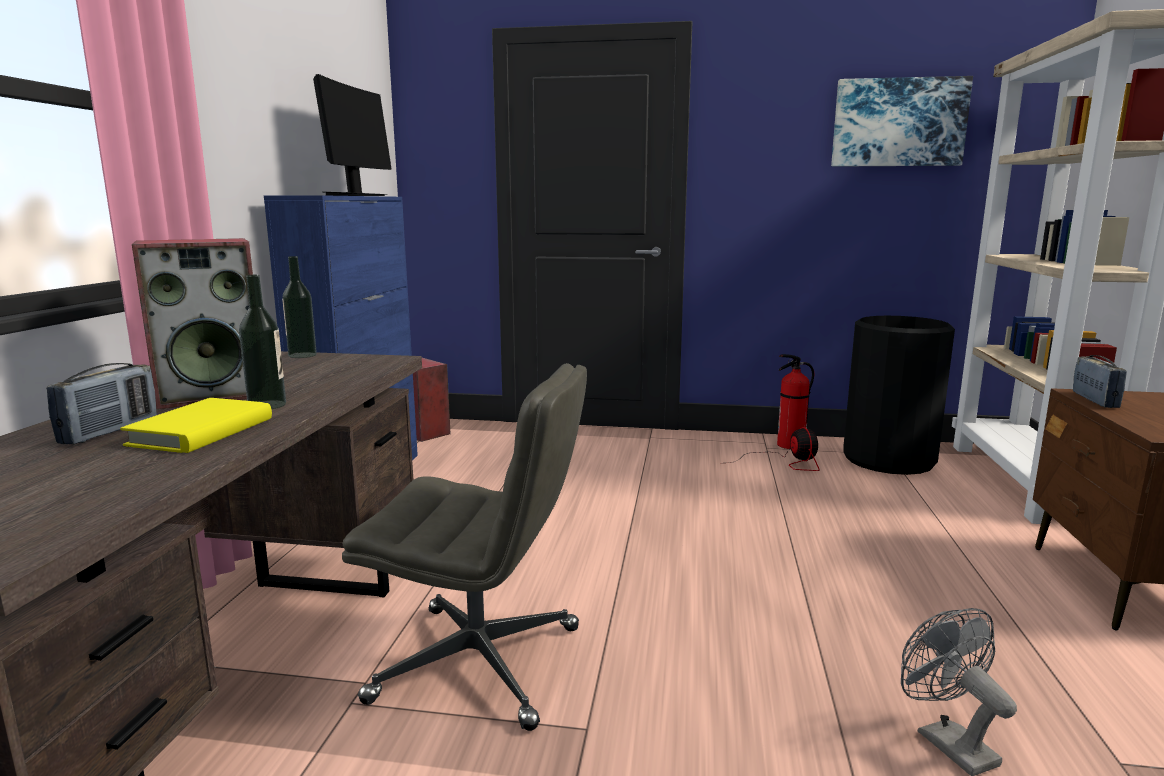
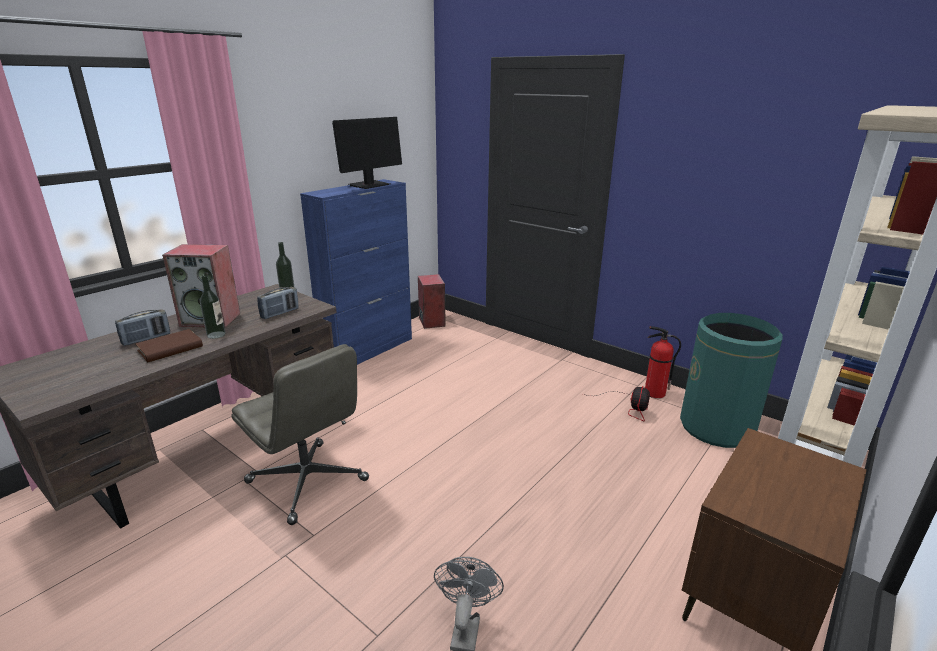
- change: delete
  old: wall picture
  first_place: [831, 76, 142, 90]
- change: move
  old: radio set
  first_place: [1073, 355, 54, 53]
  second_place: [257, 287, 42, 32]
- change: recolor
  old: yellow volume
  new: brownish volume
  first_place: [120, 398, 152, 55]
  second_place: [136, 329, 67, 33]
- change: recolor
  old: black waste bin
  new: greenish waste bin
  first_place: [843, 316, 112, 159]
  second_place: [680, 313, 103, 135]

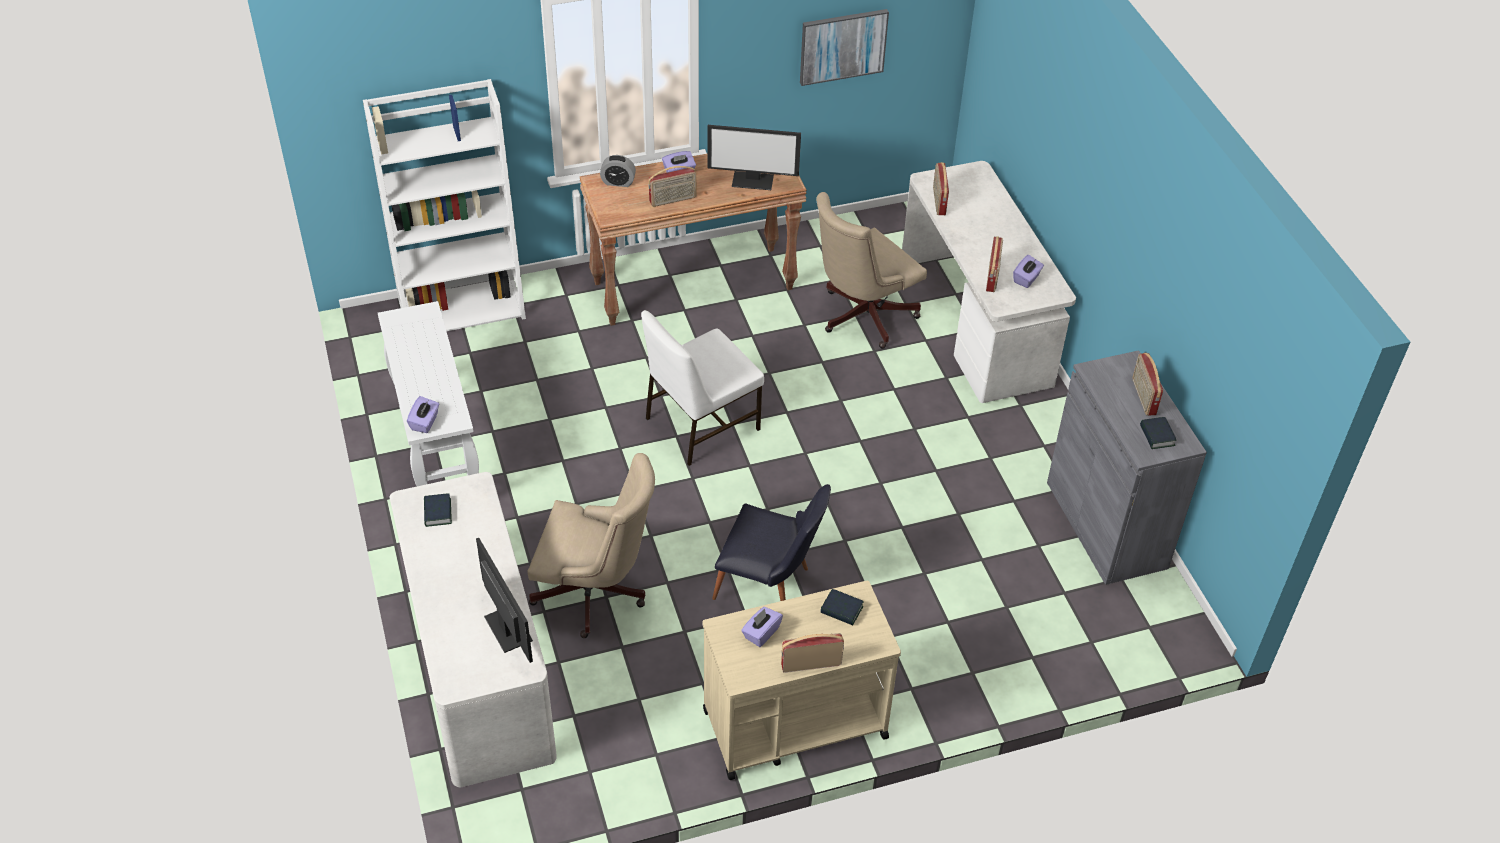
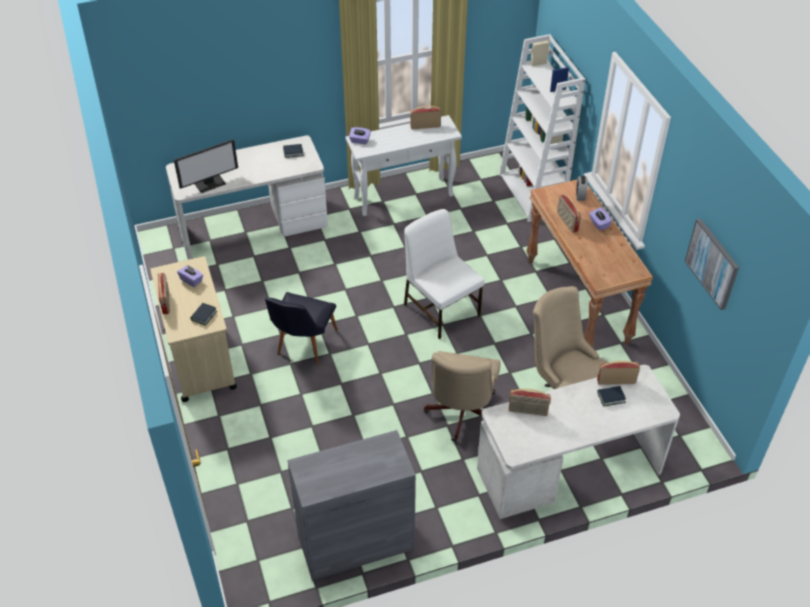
- change: delete
  old: computer screen
  first_place: [707, 125, 94, 65]
- change: delete
  old: purple-coloured box of tissues
  first_place: [1013, 255, 31, 33]
- change: move
  old: beige-coloured computer chair
  first_place: [527, 453, 128, 185]
  second_place: [424, 351, 77, 91]
- change: move
  old: radio set
  first_place: [1132, 353, 31, 63]
  second_place: [410, 106, 32, 24]
- change: move
  old: volume
  first_place: [1140, 417, 36, 32]
  second_place: [597, 386, 29, 20]

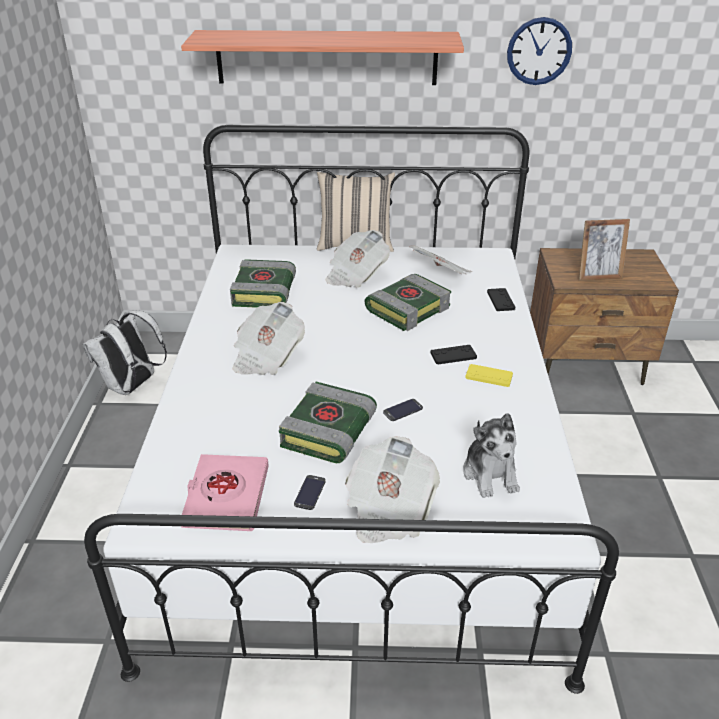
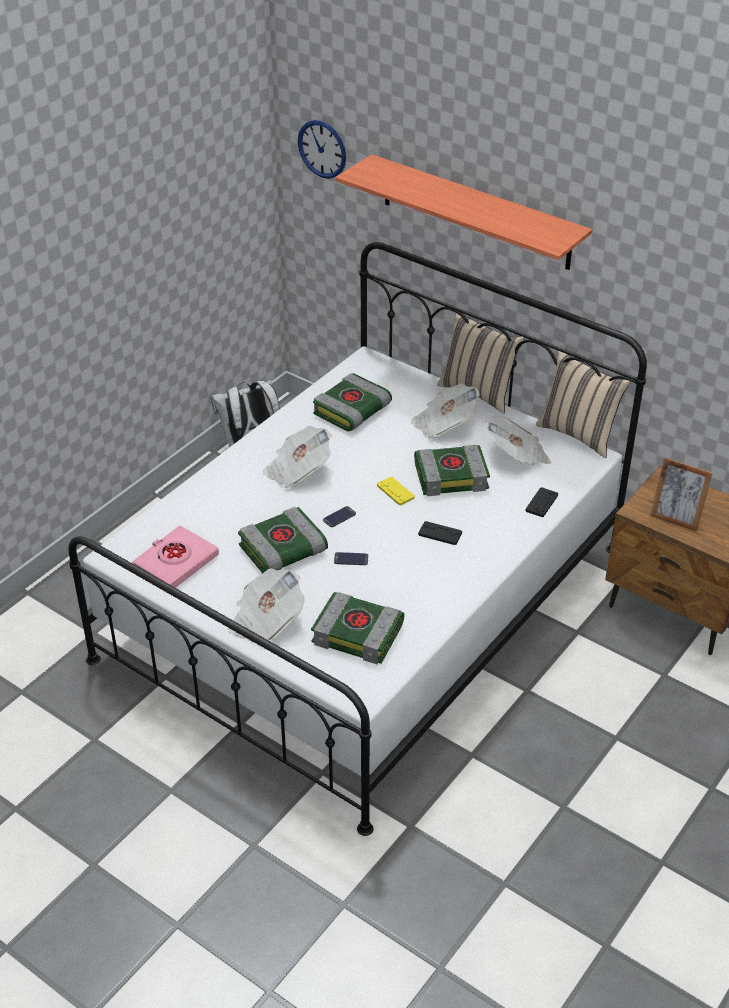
- change: insert
  new: beige-coloured throw pillow
  second_place: [536, 351, 95, 107]
- change: move
  old: handset
  first_place: [294, 475, 32, 35]
  second_place: [323, 506, 33, 21]
- change: move
  old: yellow gamepad
  first_place: [465, 364, 48, 23]
  second_place: [377, 477, 38, 29]
- change: move
  old: hanging clock
  first_place: [507, 17, 65, 68]
  second_place: [298, 120, 48, 59]
- change: replace
  old: plush toy
  new: volume
  first_place: [463, 413, 57, 85]
  second_place: [311, 592, 93, 72]

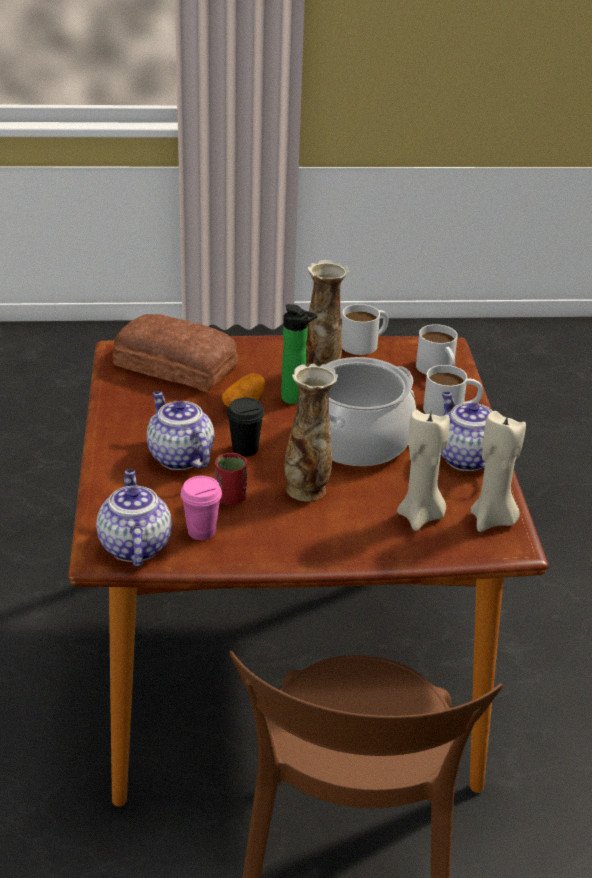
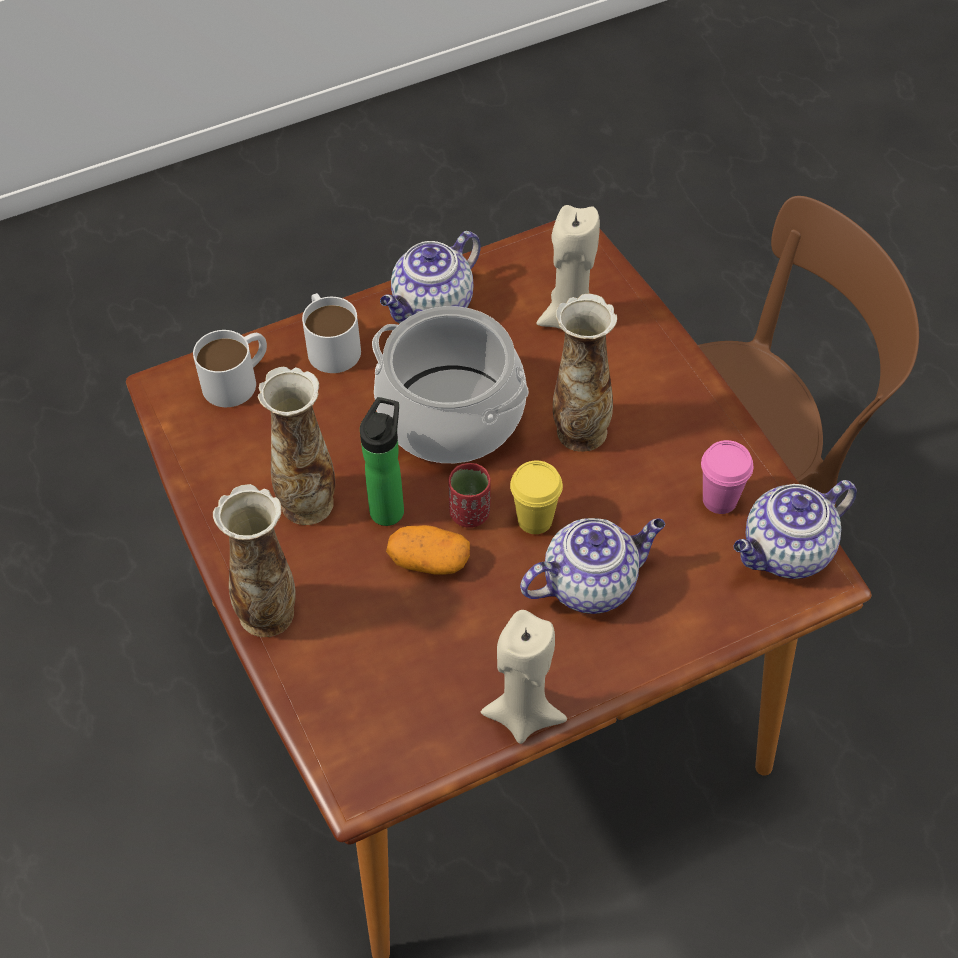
- change: delete
  old: bread
  first_place: [113, 314, 125, 78]
- change: delete
  old: whitish tea mug
  first_place: [341, 304, 48, 51]
- change: insert
  new: flower vase
  second_place: [213, 484, 83, 153]
- change: move
  old: red drinking cup
  first_place: [215, 453, 32, 52]
  second_place: [448, 462, 43, 66]
- change: move
  old: beige-coloured wax candle
  first_place: [470, 411, 56, 121]
  second_place: [481, 610, 86, 134]
- change: recolor
  old: black drinking cup
  new: yellow drinking cup
  first_place: [227, 397, 38, 60]
  second_place: [510, 460, 53, 74]
- change: rotate
  old: teapot
  first_place: [147, 391, 67, 79]
  second_place: [520, 518, 145, 96]
  degrees: -150

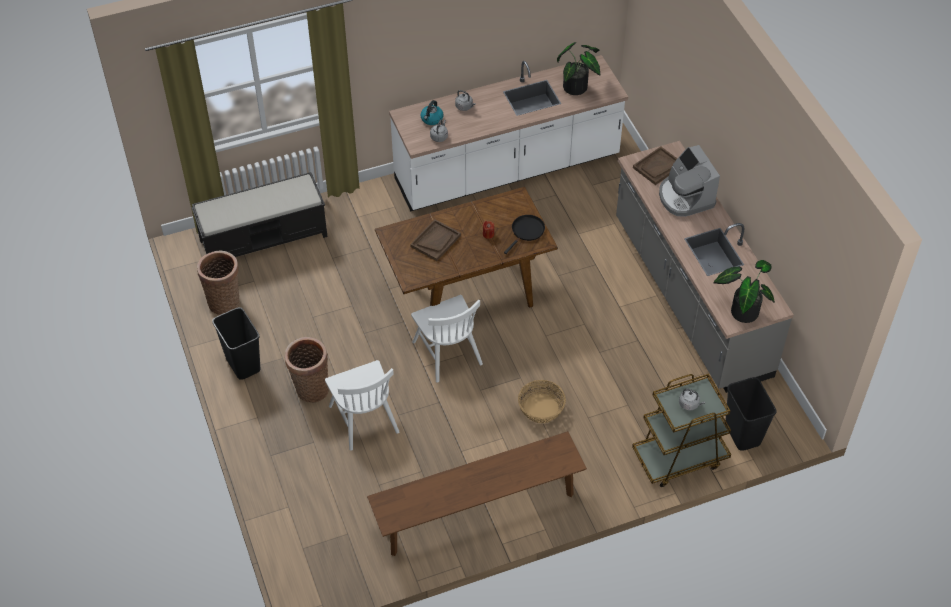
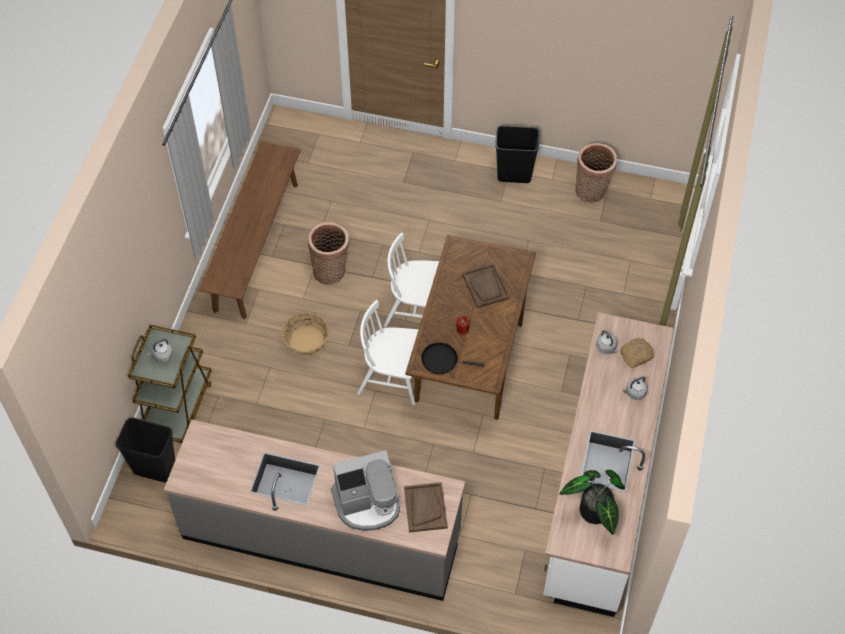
- change: delete
  old: black long seat
  first_place: [191, 172, 136, 85]
- change: delete
  old: plant in a pot
  first_place: [713, 260, 62, 63]
- change: move
  old: household basket
  first_place: [285, 337, 44, 66]
  second_place: [308, 222, 41, 63]
- change: move
  old: whitish upright chair
  first_place: [325, 360, 74, 91]
  second_place: [357, 300, 62, 105]
- change: replace
  old: tea kettle
  new: bread
  first_place: [420, 100, 24, 25]
  second_place: [620, 338, 34, 30]
- change: rotate
  old: black frying pan
  first_place: [504, 215, 41, 39]
  second_place: [421, 342, 63, 32]
  degrees: 120
- change: rotate
  old: coffee machine
  first_place: [659, 145, 61, 72]
  second_place: [331, 450, 69, 81]
  degrees: 150

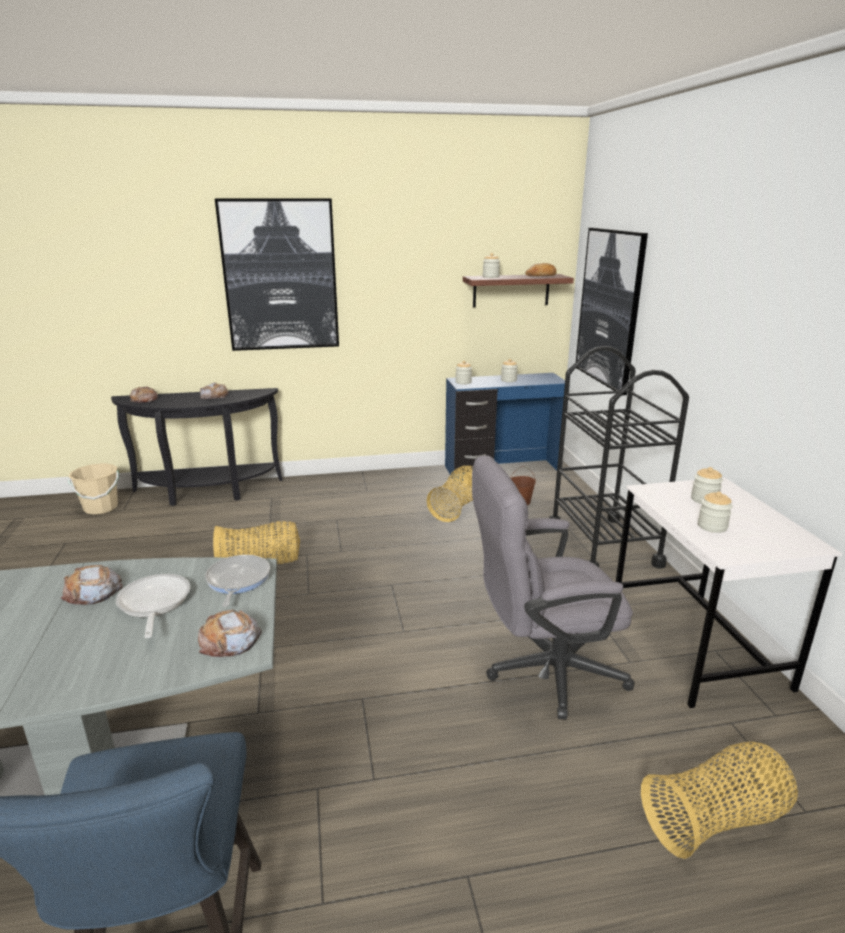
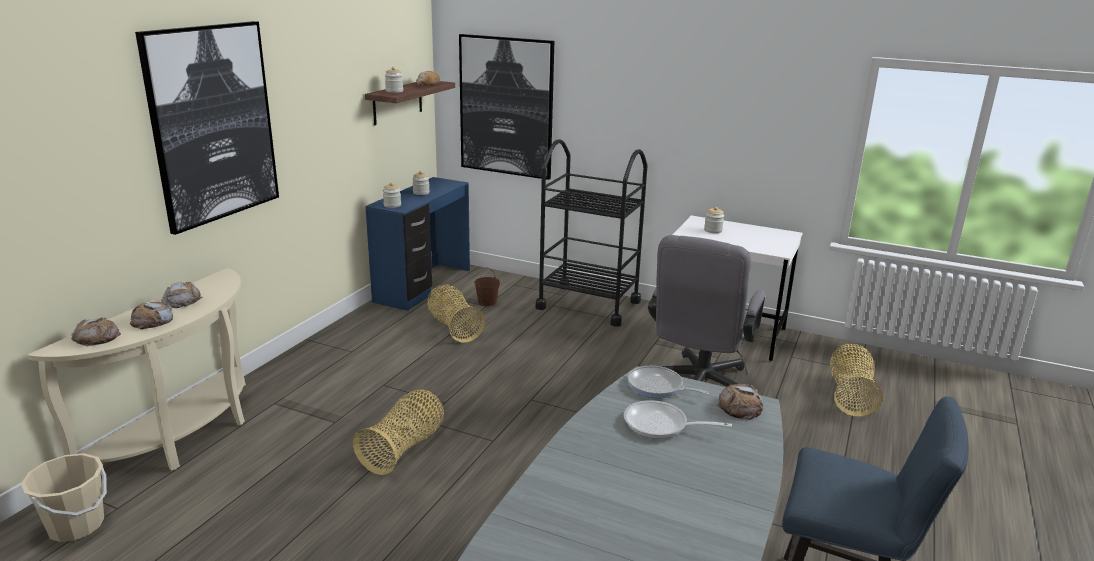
- change: delete
  old: jar
  first_place: [698, 491, 35, 42]
- change: move
  old: bread
  first_place: [61, 565, 62, 40]
  second_place: [130, 302, 43, 27]
- change: recolor
  old: black console table
  new: beige-coloured console table
  first_place: [111, 388, 171, 118]
  second_place: [27, 268, 219, 203]

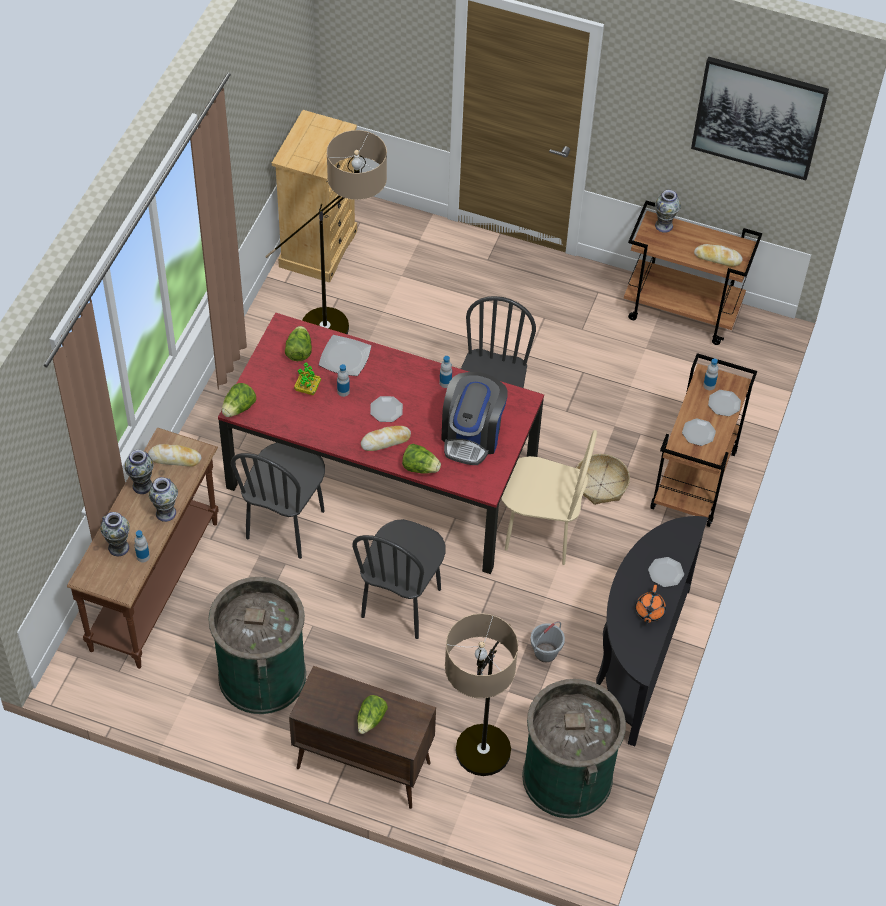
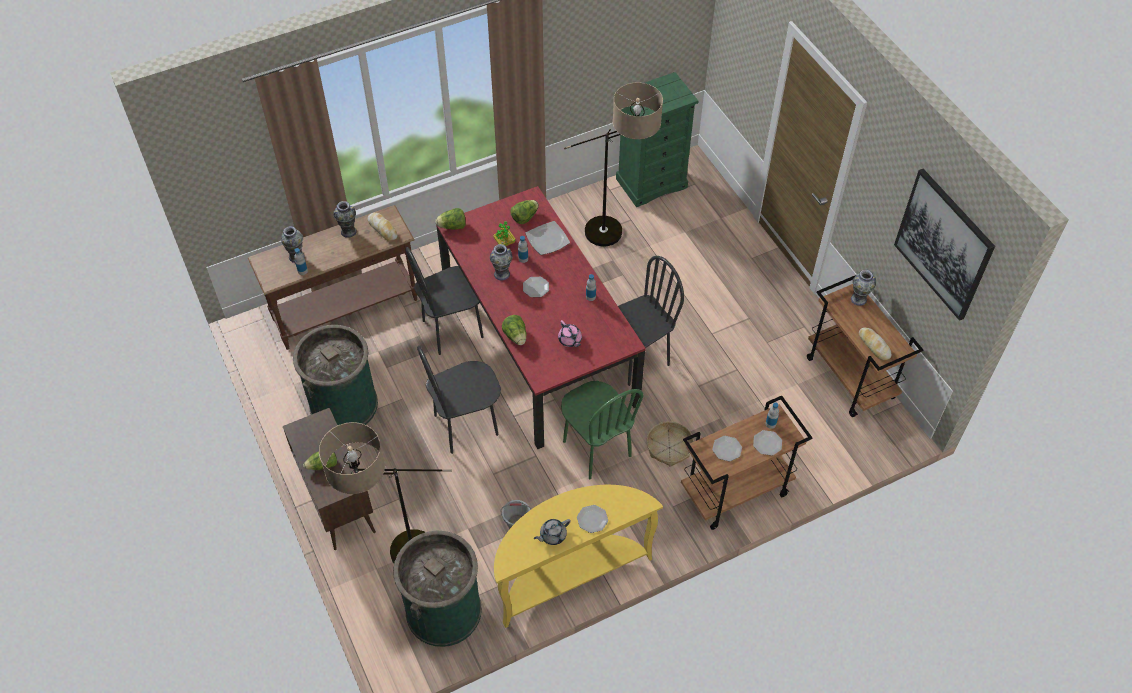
- change: delete
  old: bread
  first_place: [361, 426, 50, 25]
- change: move
  old: flower vase
  first_place: [149, 477, 29, 45]
  second_place: [490, 244, 23, 37]
- change: replace
  old: coffee machine
  new: pink teapot
  first_place: [441, 372, 67, 93]
  second_place: [558, 320, 24, 27]
- change: recolor
  old: beige-coloured drawer chest
  new: greenish drawer chest
  first_place: [272, 110, 85, 173]
  second_place: [616, 72, 82, 135]
- change: recolor
  old: beige-coloured upright chair
  new: greenish upright chair
  first_place: [501, 430, 96, 135]
  second_place: [561, 381, 82, 98]
- change: recolor
  old: black console table
  new: yellow console table
  first_place: [596, 516, 112, 230]
  second_place: [494, 485, 169, 143]
- change: recolor
  old: orange teapot
  new: gray teapot
  first_place: [635, 585, 31, 38]
  second_place: [534, 519, 37, 26]

